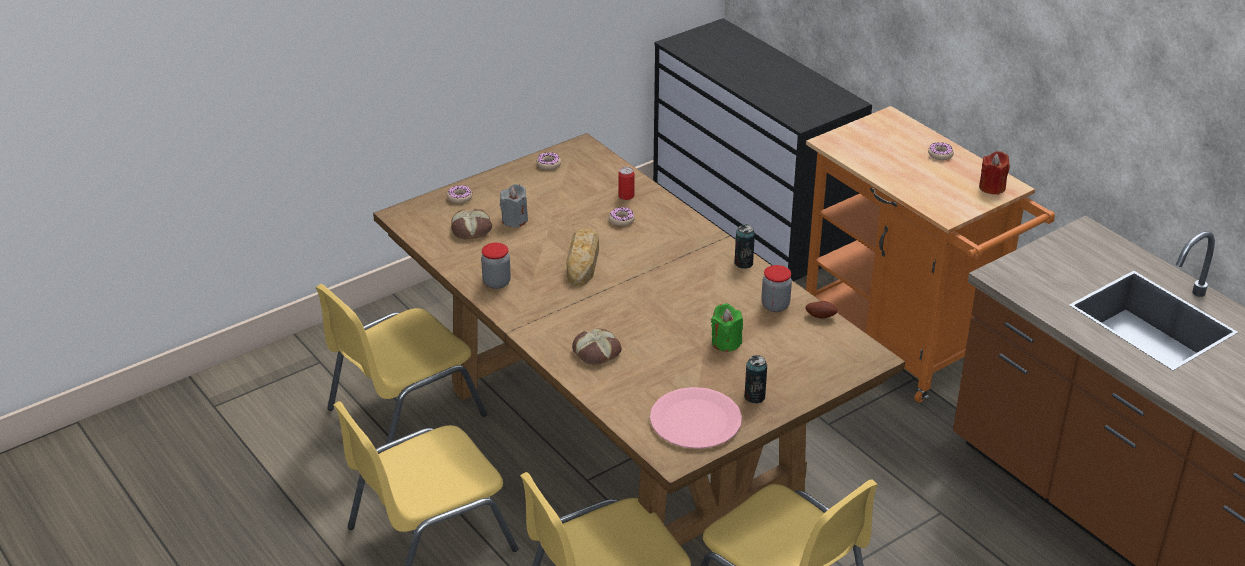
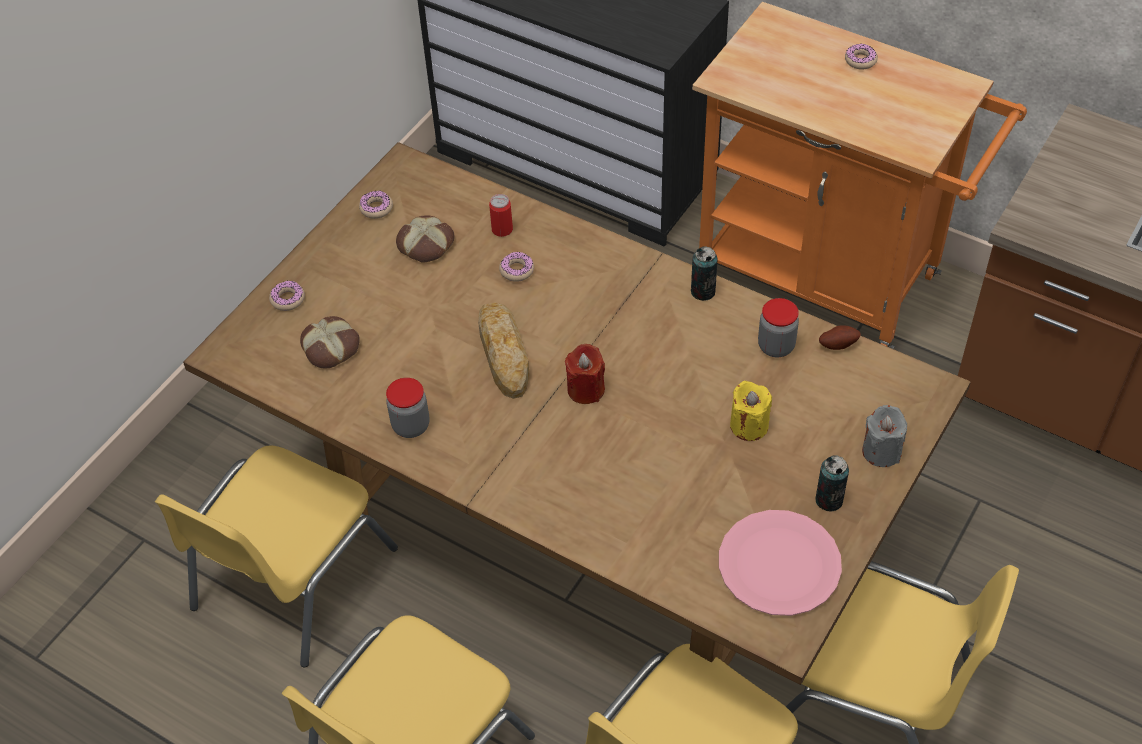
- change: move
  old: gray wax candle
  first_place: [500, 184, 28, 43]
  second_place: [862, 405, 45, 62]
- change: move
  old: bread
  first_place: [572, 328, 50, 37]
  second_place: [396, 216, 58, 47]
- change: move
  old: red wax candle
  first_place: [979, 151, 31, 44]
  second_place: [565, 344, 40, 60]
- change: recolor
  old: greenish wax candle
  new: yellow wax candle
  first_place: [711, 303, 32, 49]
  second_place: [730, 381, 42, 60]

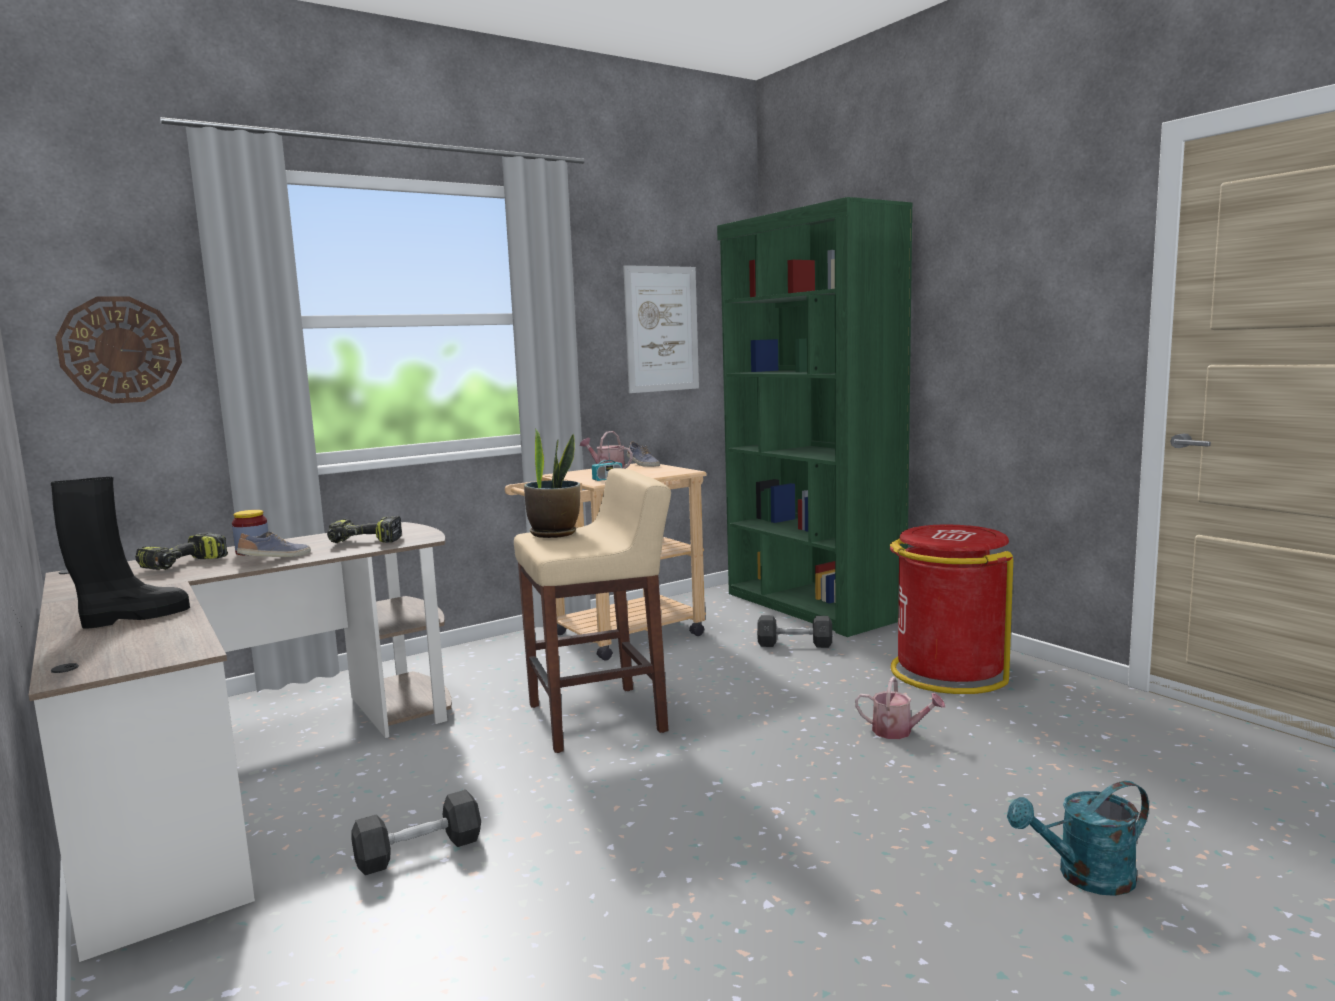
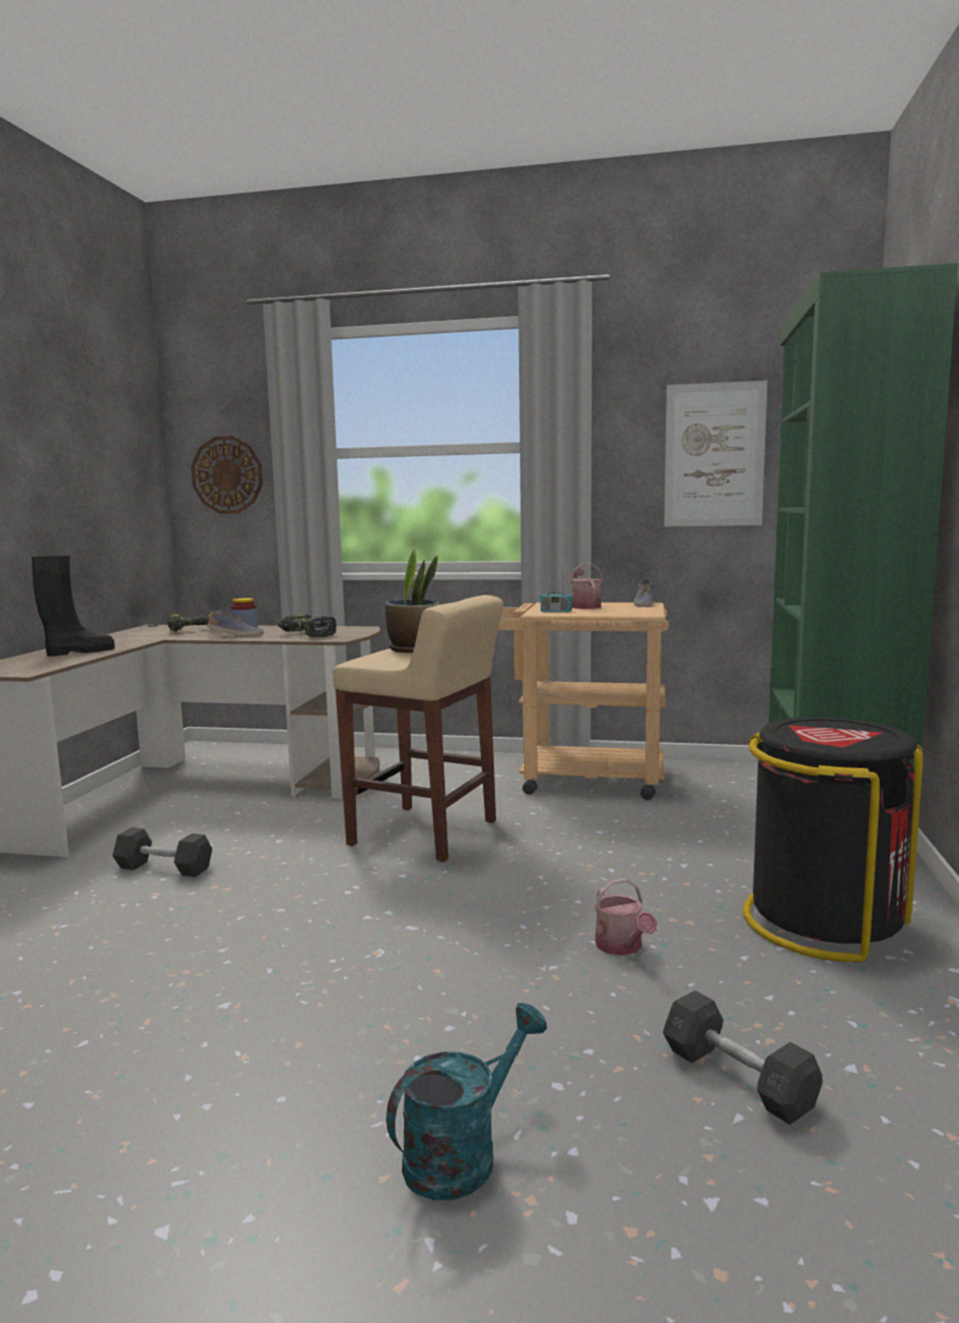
- change: move
  old: gray dumbbell
  first_place: [757, 615, 75, 33]
  second_place: [663, 991, 159, 134]
- change: recolor
  old: red waste bin
  new: black waste bin
  first_place: [890, 524, 123, 170]
  second_place: [743, 717, 180, 245]
- change: rotate
  old: black high-top boot
  first_place: [51, 477, 139, 152]
  second_place: [32, 556, 83, 100]
  degrees: -45
- change: rotate
  old: turquoise-coloured watering pot
  first_place: [1007, 781, 142, 115]
  second_place: [386, 1002, 161, 198]
  degrees: 105

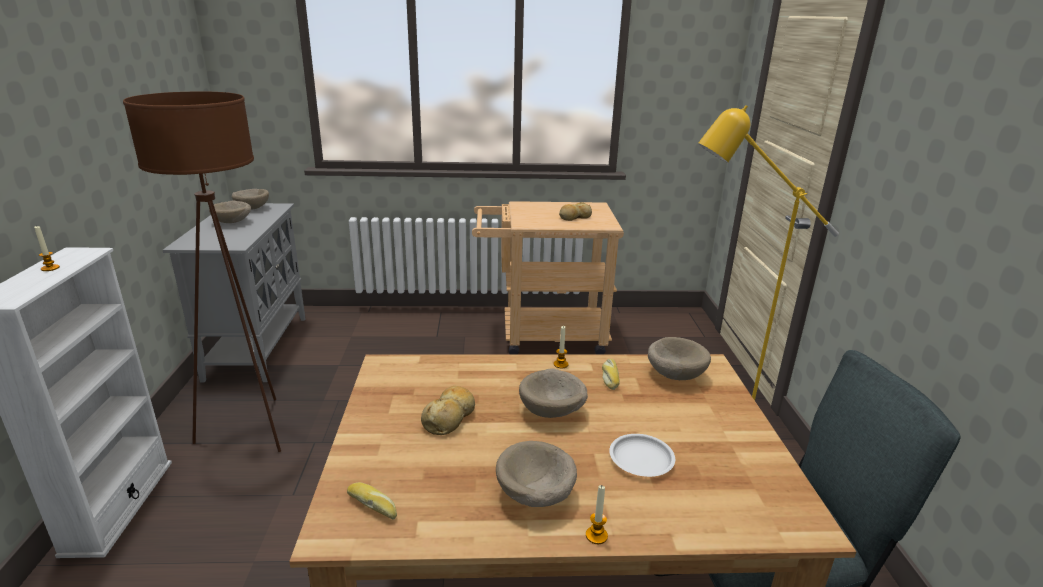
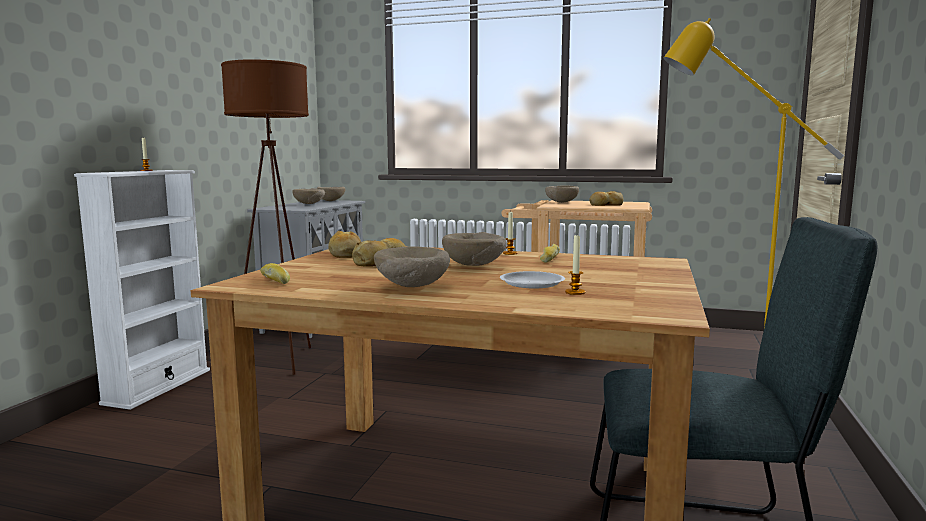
- change: insert
  new: bread
  second_place: [328, 231, 33, 27]
- change: move
  old: wax candle
  first_place: [586, 485, 22, 59]
  second_place: [565, 235, 20, 60]
- change: move
  old: beige-coloured deep dish
  first_place: [648, 337, 63, 43]
  second_place: [545, 186, 34, 17]

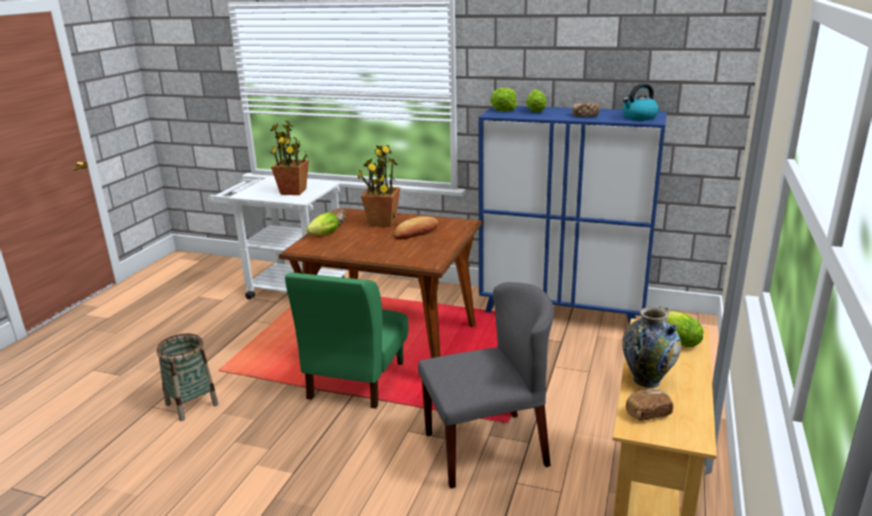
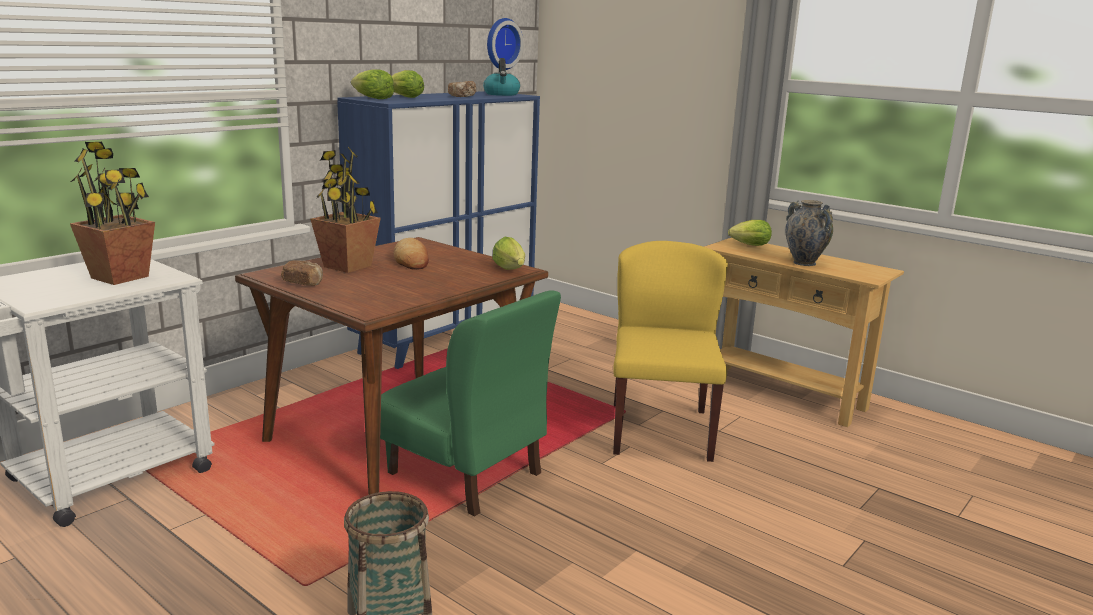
- change: delete
  old: bread
  first_place: [626, 389, 47, 32]
- change: insert
  new: hanging clock
  second_place: [487, 18, 36, 52]
- change: move
  old: head of lettuce
  first_place: [306, 212, 33, 23]
  second_place: [492, 237, 33, 33]
- change: recolor
  old: gray upright chair
  new: yellow upright chair
  first_place: [418, 282, 136, 207]
  second_place: [613, 241, 115, 221]

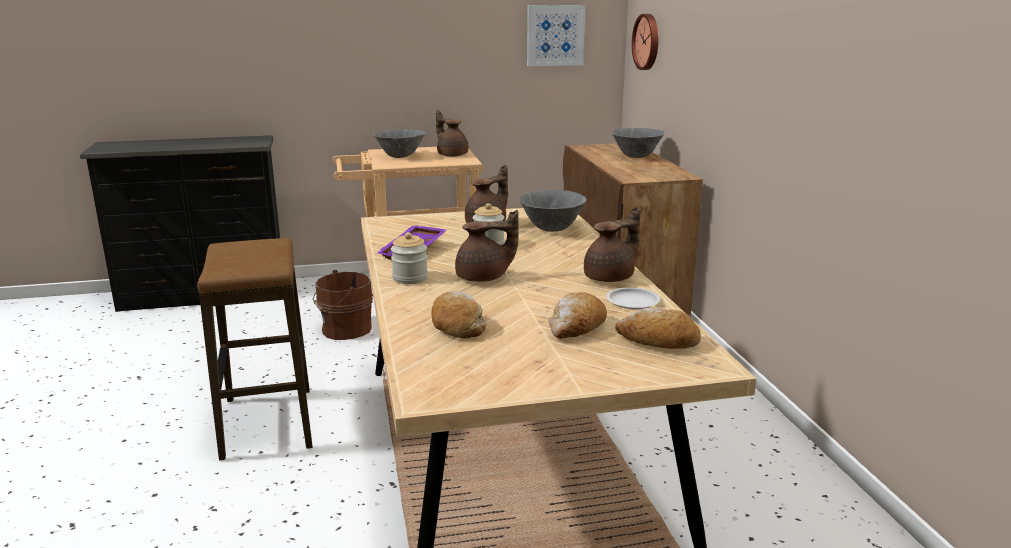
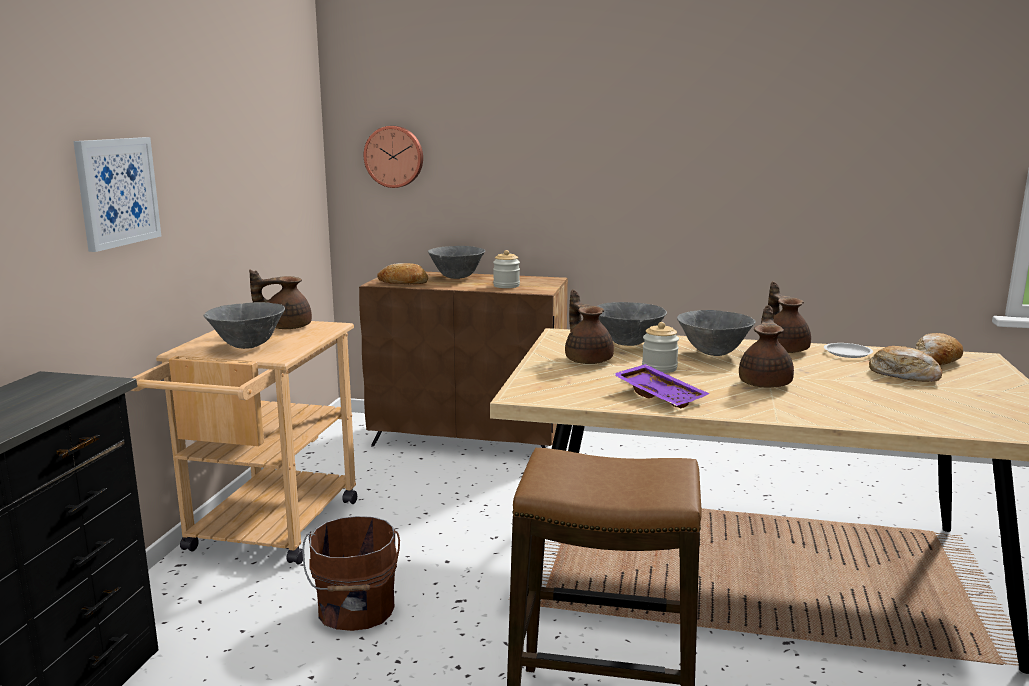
- change: insert
  new: gray deep dish
  second_place: [677, 310, 79, 46]
- change: move
  old: jar
  first_place: [391, 232, 37, 52]
  second_place: [493, 250, 27, 38]
- change: move
  old: bread
  first_place: [431, 291, 56, 47]
  second_place: [377, 263, 51, 21]
- change: move
  old: wall picture
  first_place: [527, 5, 58, 61]
  second_place: [73, 137, 88, 115]

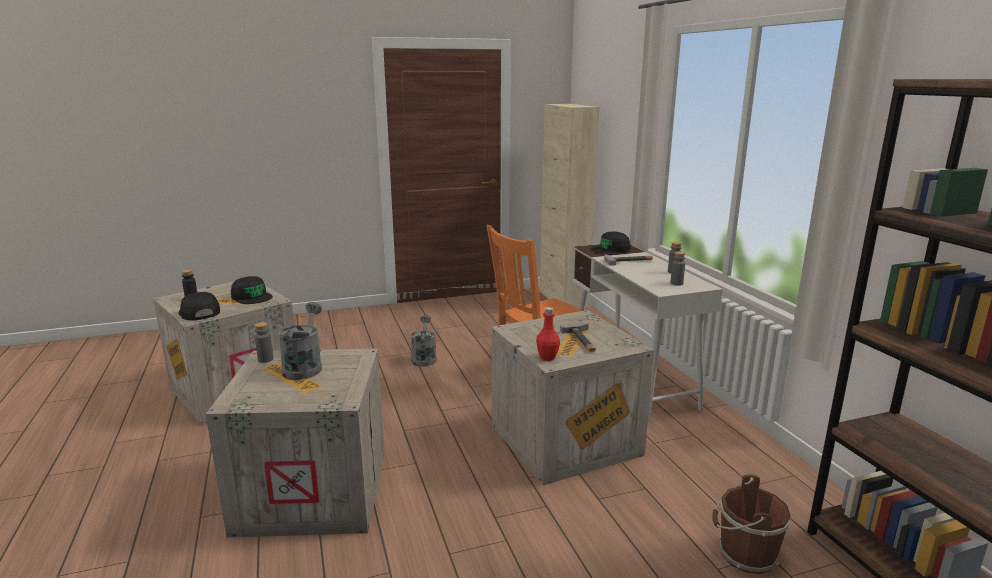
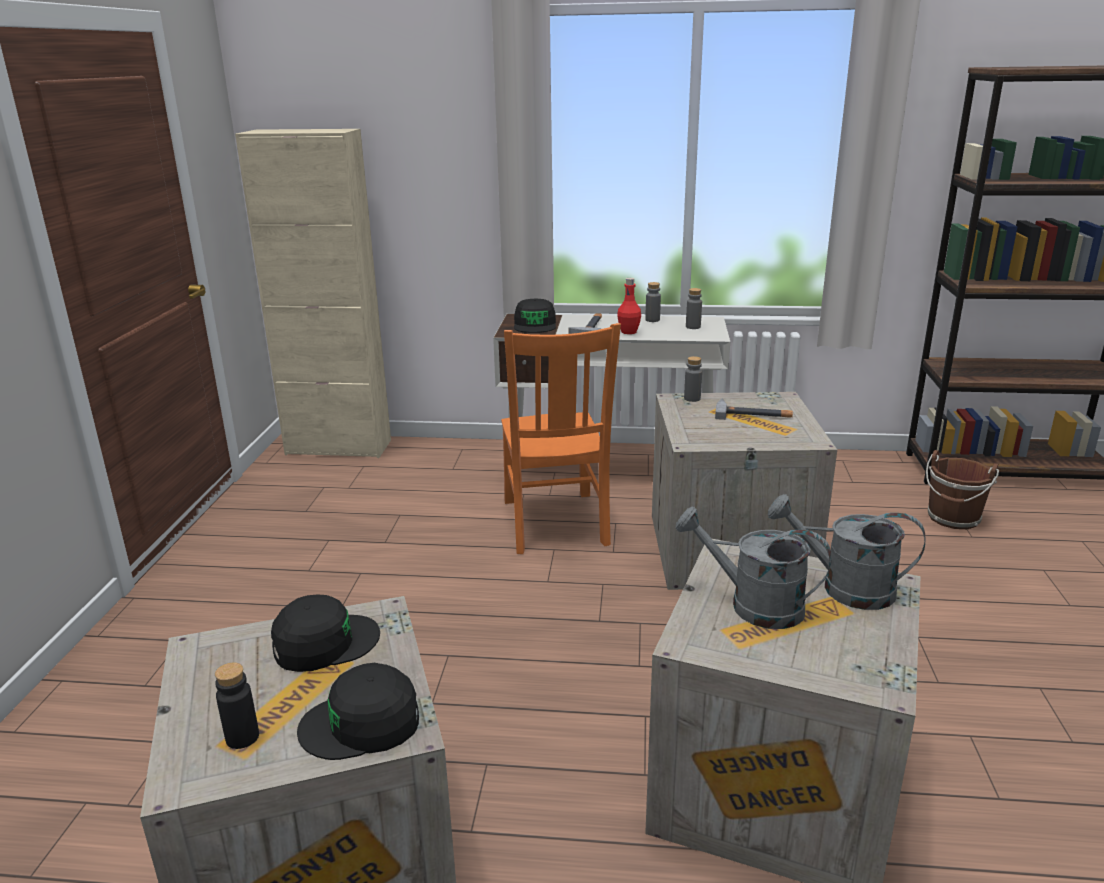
- change: move
  old: gray drink bottle
  first_place: [255, 322, 18, 41]
  second_place: [684, 356, 18, 46]
- change: move
  old: gray watering pot
  first_place: [411, 315, 26, 52]
  second_place: [768, 494, 157, 116]
- change: move
  old: red drink bottle
  first_place: [536, 307, 24, 54]
  second_place: [617, 278, 24, 56]

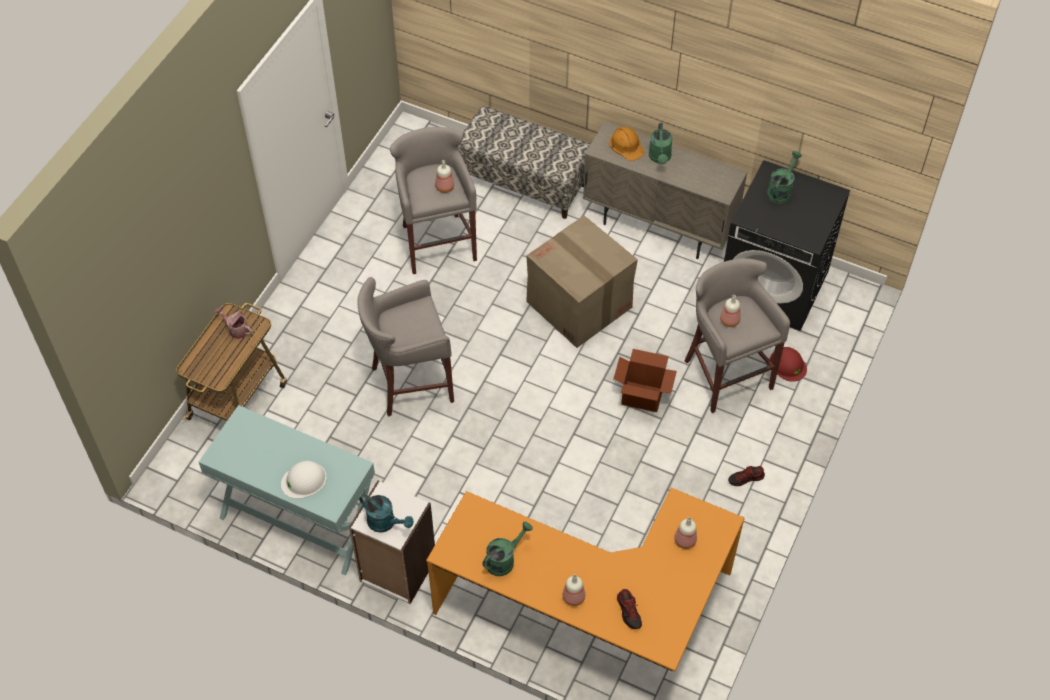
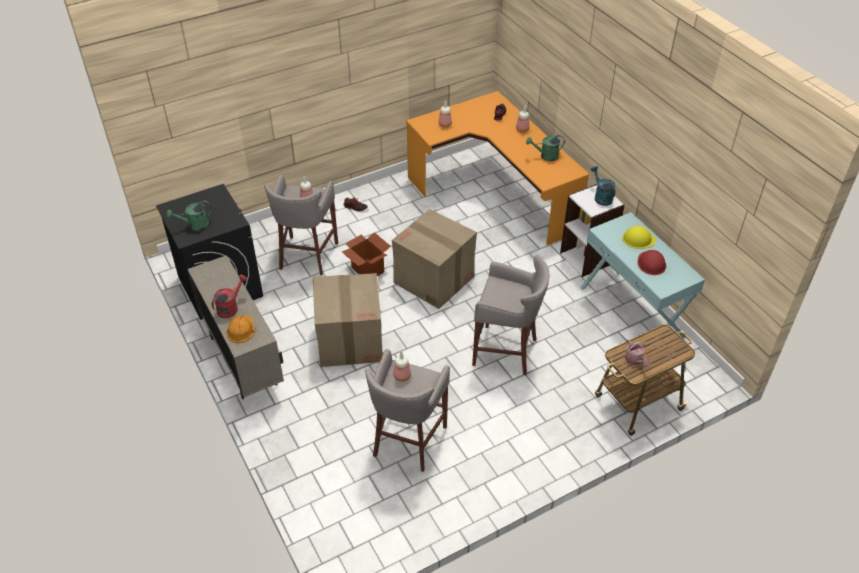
- change: delete
  old: long seat
  first_place: [458, 106, 133, 113]
- change: insert
  new: cardboard box
  second_place: [392, 209, 85, 100]
- change: move
  old: red safety helmet
  first_place: [769, 347, 38, 35]
  second_place: [638, 250, 28, 25]
- change: recolor
  old: whitish safety helmet
  new: yellow safety helmet
  first_place: [281, 461, 46, 38]
  second_place: [622, 226, 34, 23]
- change: recolor
  old: greenish watering pot
  new: red watering pot
  first_place: [649, 123, 24, 41]
  second_place: [212, 275, 35, 43]

